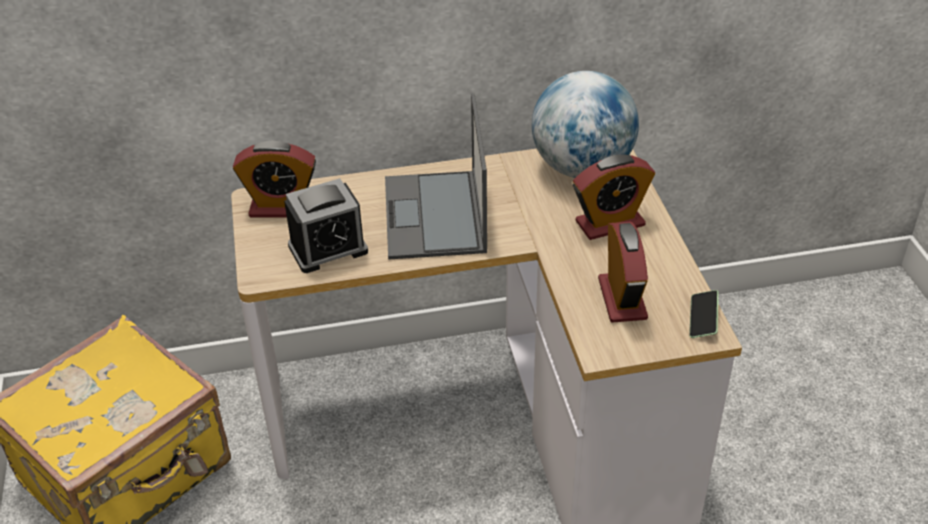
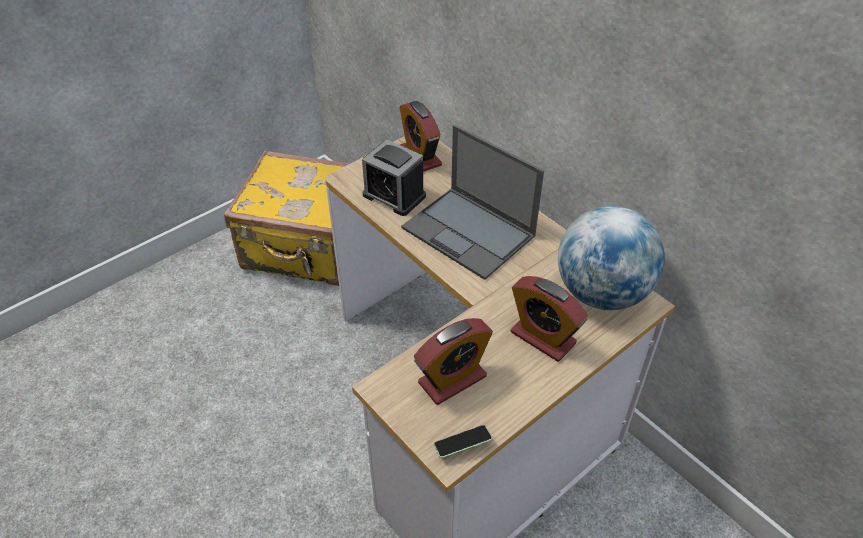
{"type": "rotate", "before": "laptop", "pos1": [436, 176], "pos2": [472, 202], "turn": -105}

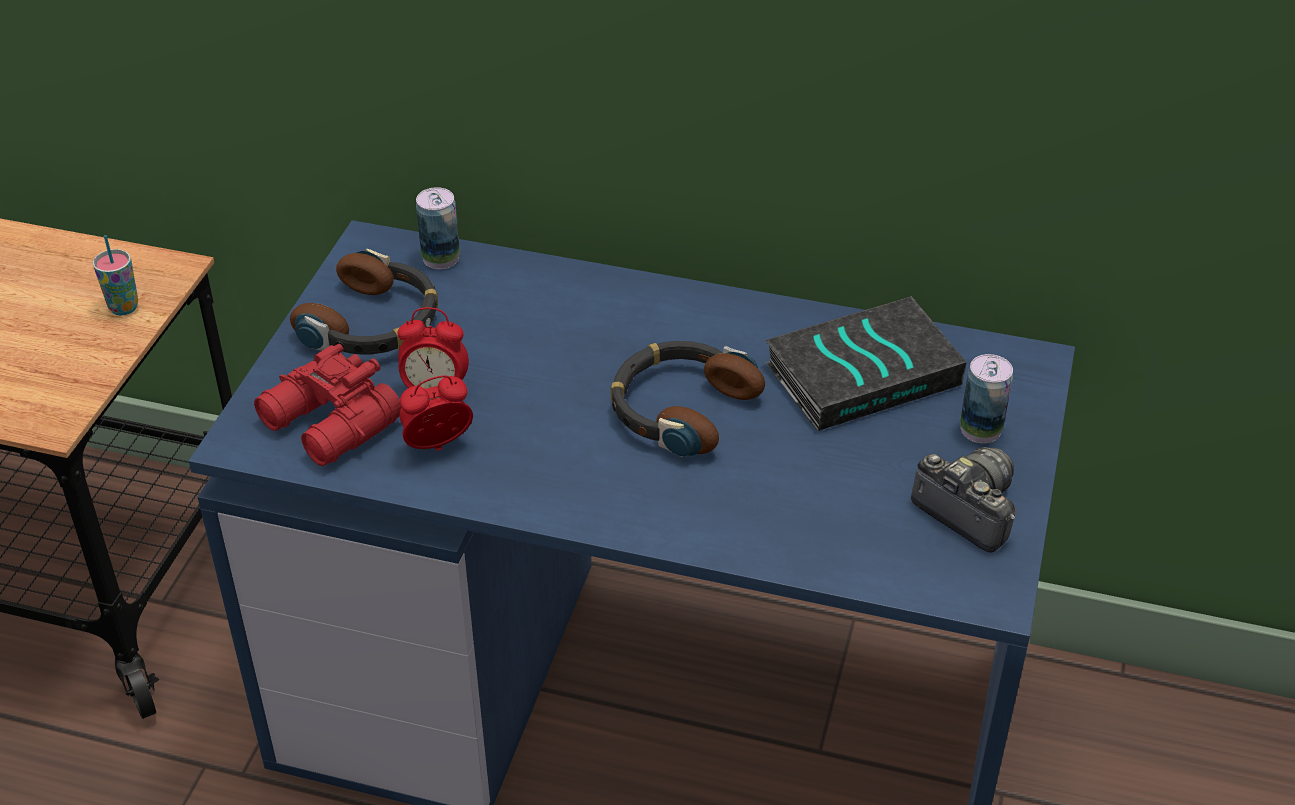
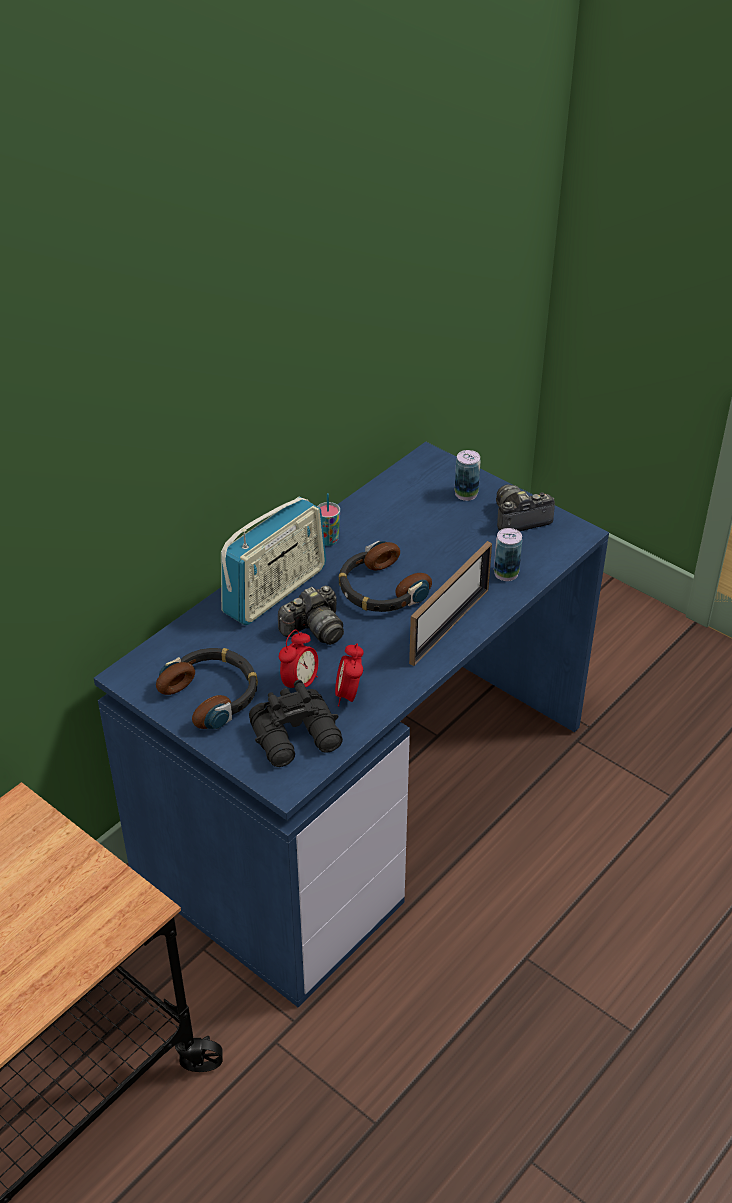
{"type": "delete", "before": "book", "pos1": [865, 363]}
{"type": "insert", "after": "radio", "pos2": [273, 561]}
{"type": "insert", "after": "photo camera", "pos2": [311, 615]}
{"type": "insert", "after": "picture frame", "pos2": [450, 603]}
{"type": "move", "before": "cup", "pos1": [115, 275], "pos2": [328, 519]}
{"type": "move", "before": "can", "pos1": [438, 228], "pos2": [508, 554]}
{"type": "recolor", "before": "red binoculars", "after": "black binoculars", "pos1": [328, 405], "pos2": [296, 723]}

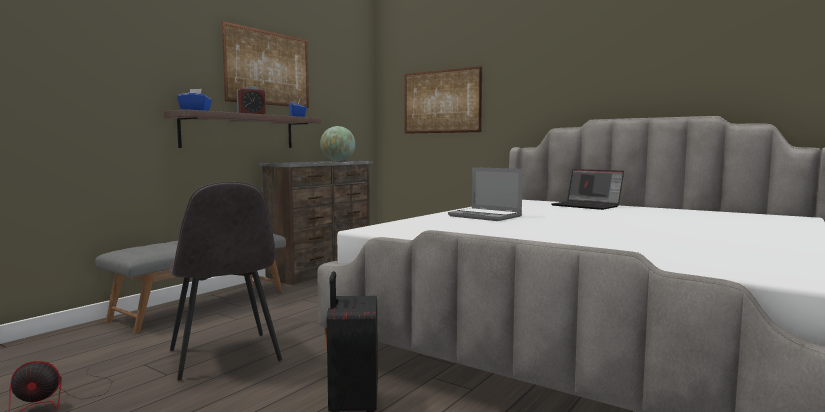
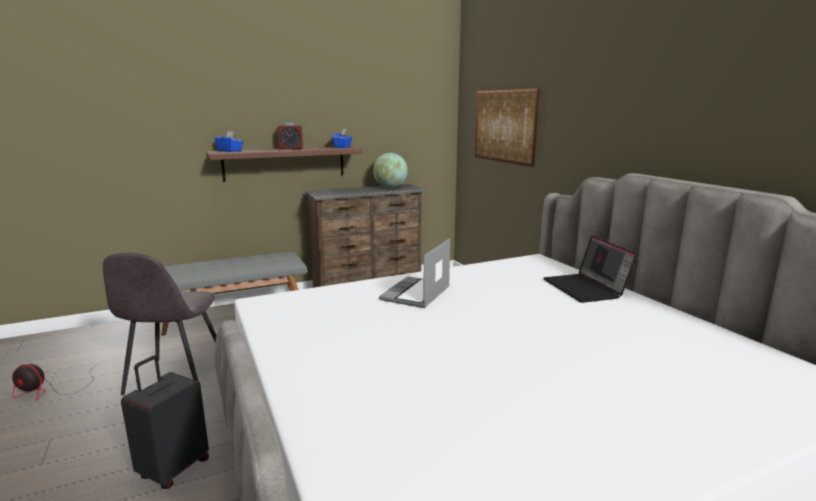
{"type": "delete", "before": "picture", "pos1": [265, 64]}
{"type": "rotate", "before": "laptop", "pos1": [485, 194], "pos2": [414, 273], "turn": 45}

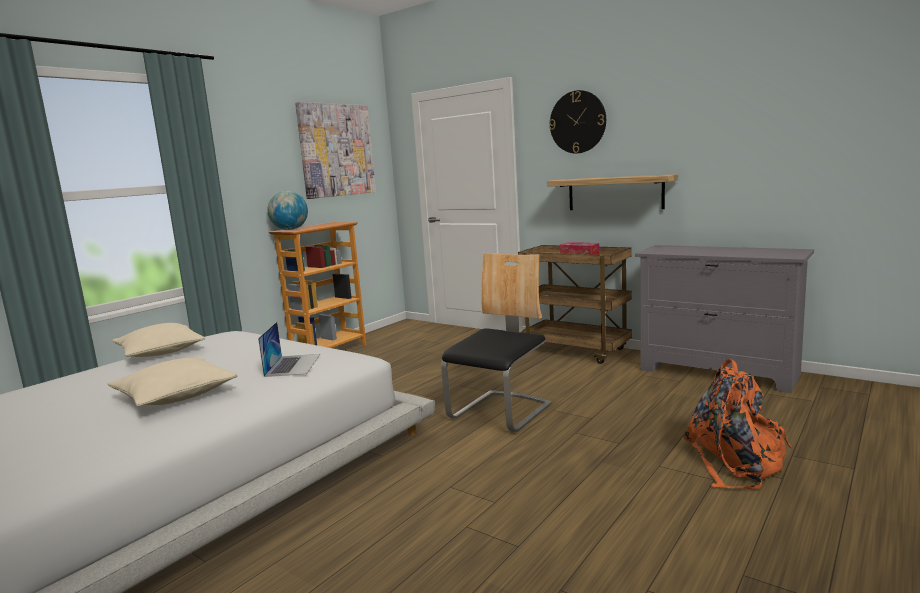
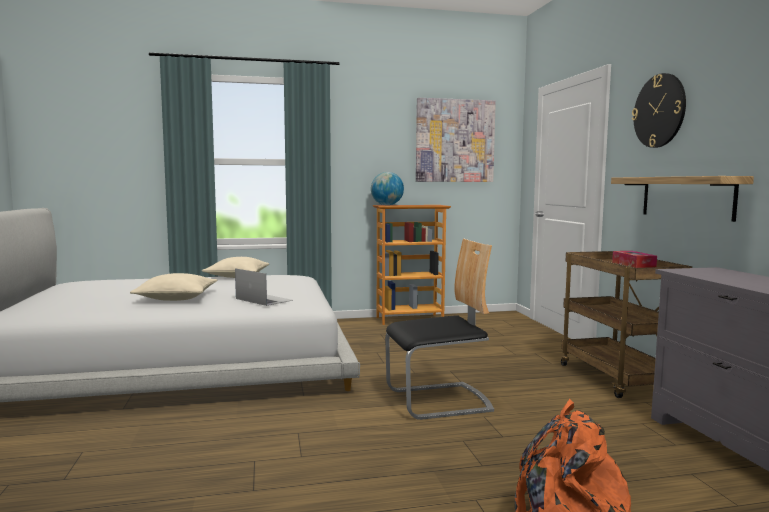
{"type": "rotate", "before": "laptop", "pos1": [289, 349], "pos2": [264, 287], "turn": -90}

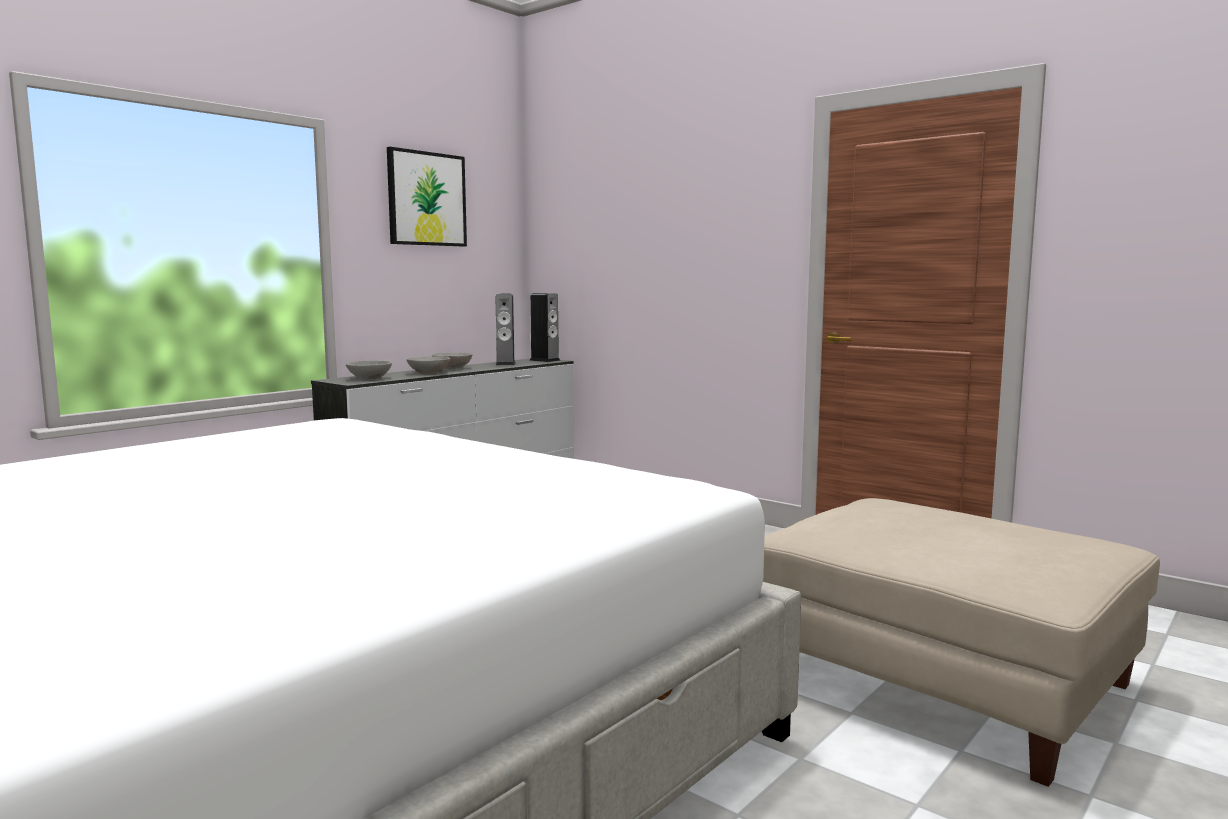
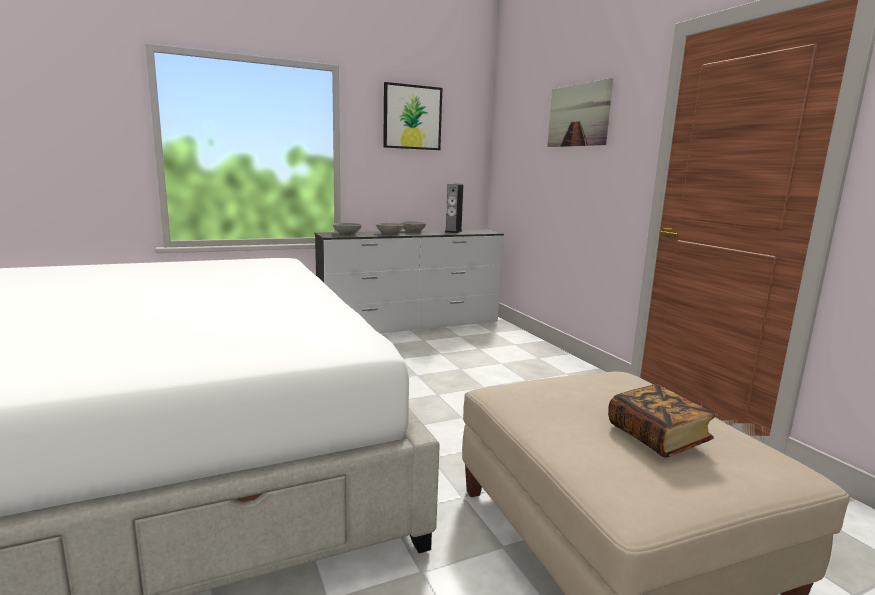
{"type": "delete", "before": "speaker", "pos1": [545, 327]}
{"type": "insert", "after": "picture", "pos2": [580, 112]}
{"type": "insert", "after": "book", "pos2": [662, 420]}

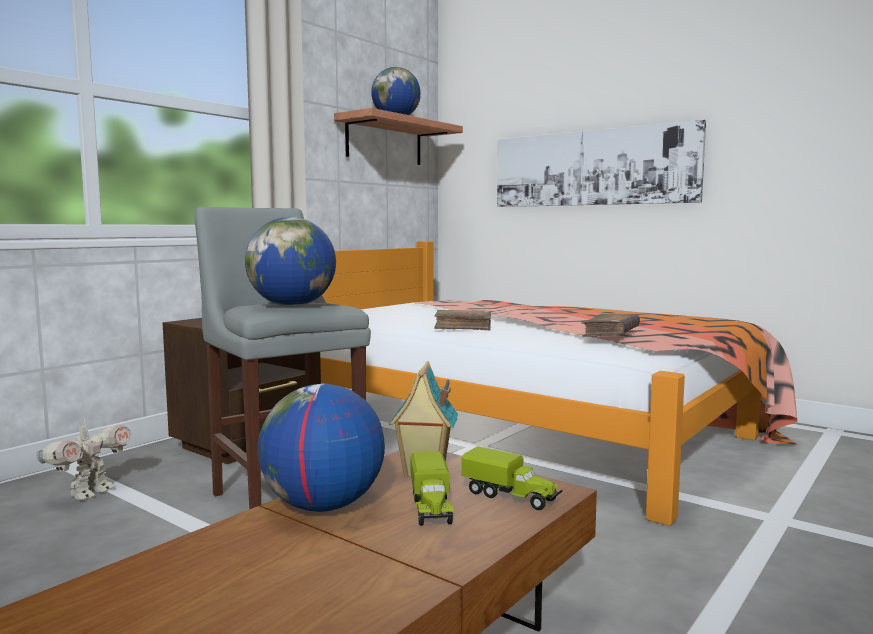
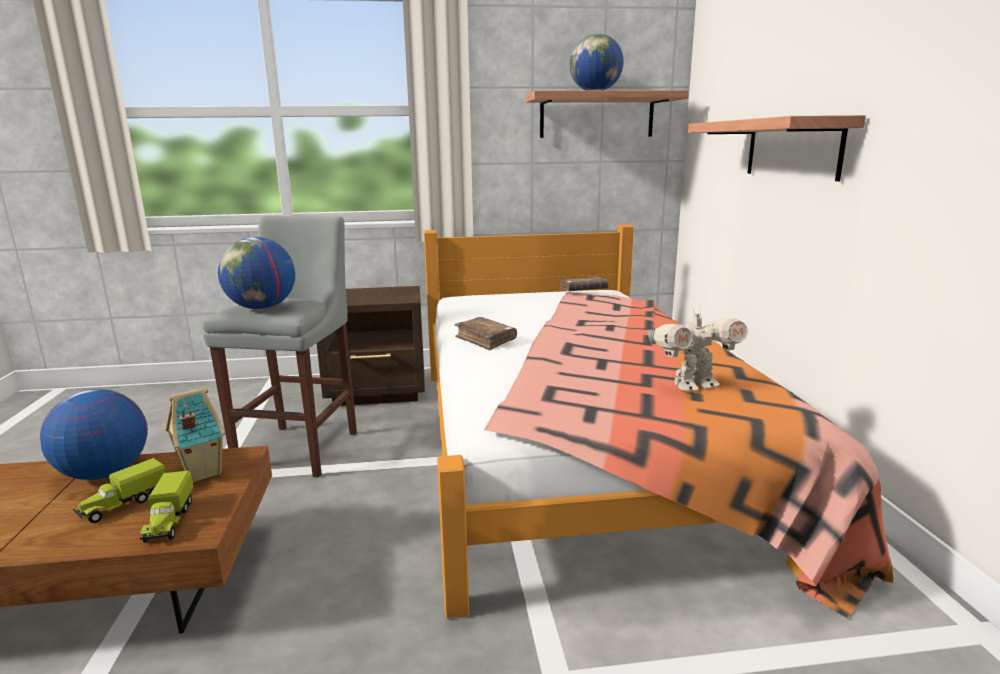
{"type": "move", "before": "toy robot", "pos1": [84, 459], "pos2": [698, 348]}
{"type": "move", "before": "brown book", "pos1": [610, 325], "pos2": [583, 283]}
{"type": "replace", "before": "picture", "after": "shelf", "pos1": [601, 163], "pos2": [777, 148]}

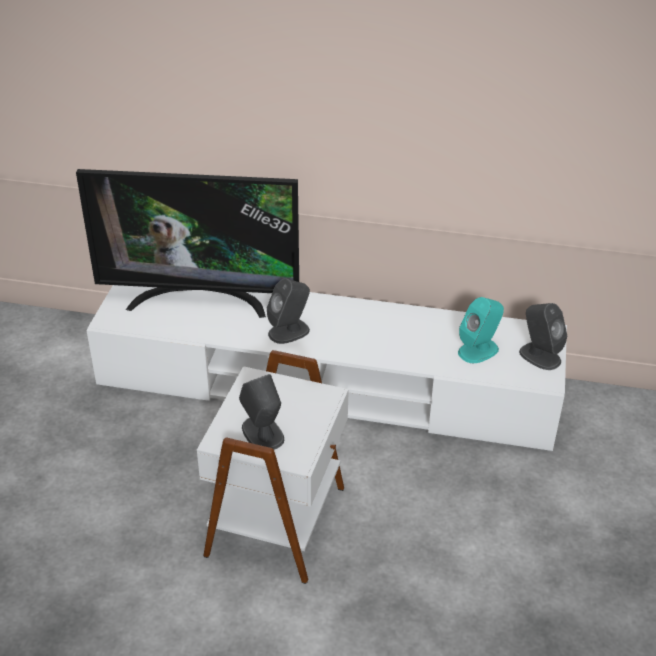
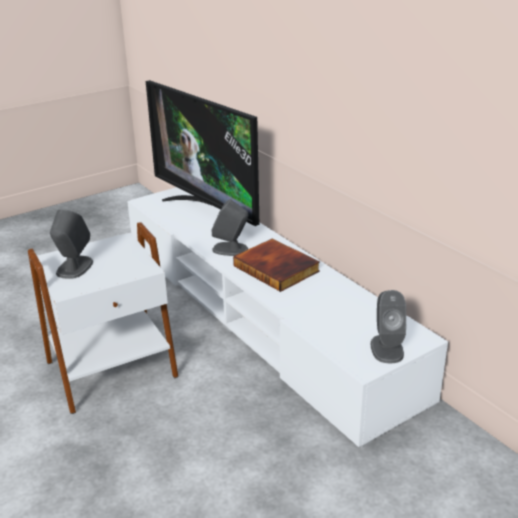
{"type": "delete", "before": "turquoise speaker", "pos1": [481, 330]}
{"type": "insert", "after": "book", "pos2": [276, 265]}

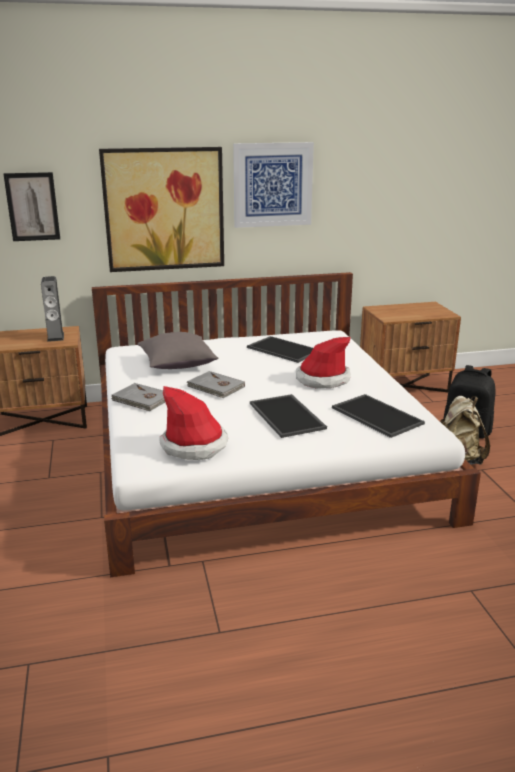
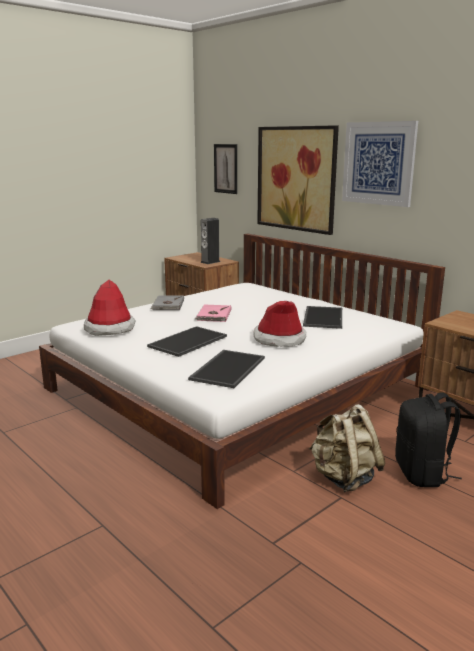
{"type": "delete", "before": "grey pillow", "pos1": [177, 350]}
{"type": "recolor", "before": "grey book", "after": "pink book", "pos1": [216, 384], "pos2": [213, 313]}

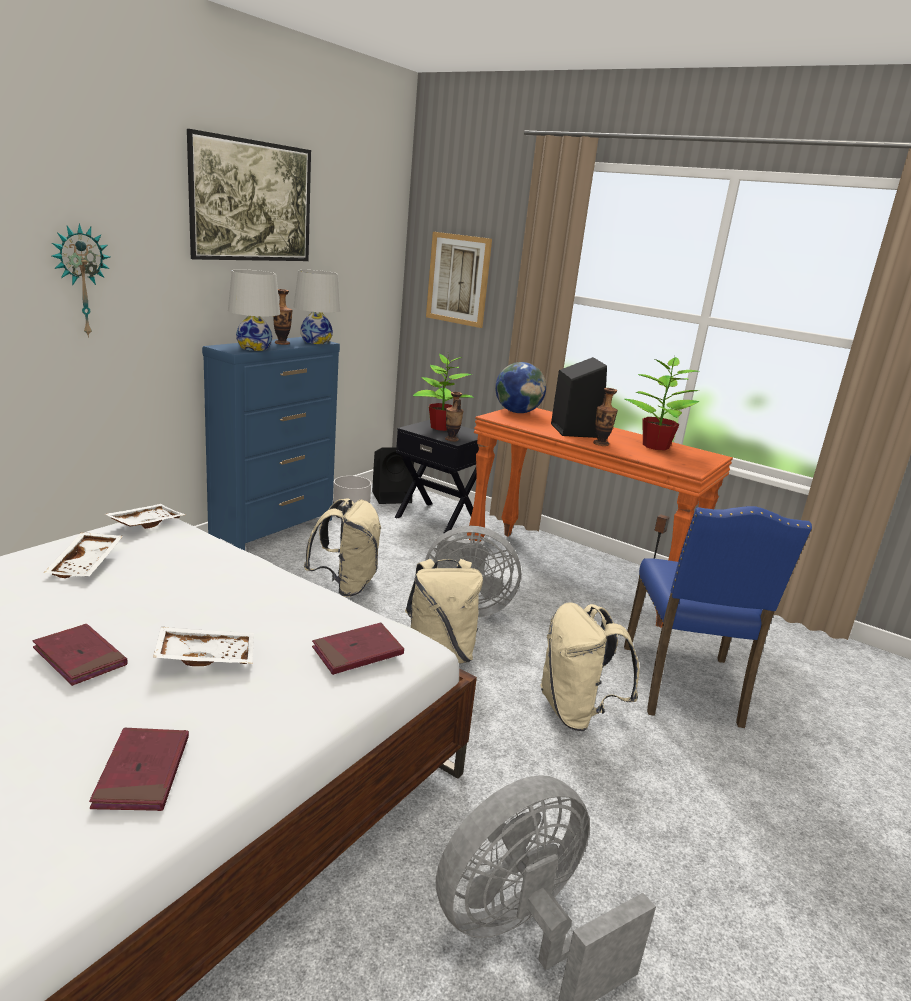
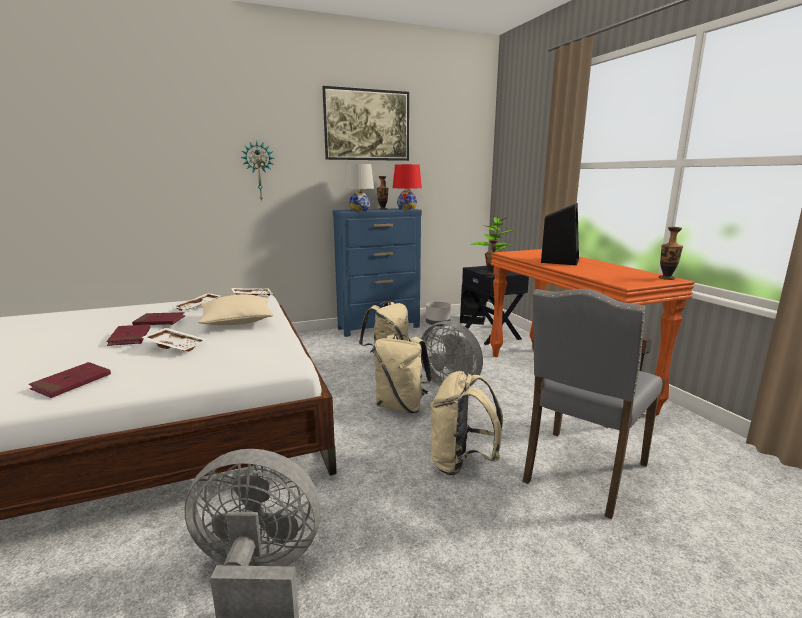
{"type": "delete", "before": "picture", "pos1": [459, 280]}
{"type": "delete", "before": "globe", "pos1": [520, 387]}
{"type": "delete", "before": "potted plant", "pos1": [662, 403]}
{"type": "insert", "after": "beige pillow", "pos2": [236, 309]}
{"type": "move", "before": "red book", "pos1": [358, 649], "pos2": [158, 318]}
{"type": "move", "before": "vase", "pos1": [605, 417], "pos2": [671, 253]}
{"type": "recolor", "before": "white table lamp", "after": "red table lamp", "pos1": [317, 307], "pos2": [407, 187]}
{"type": "recolor", "before": "blue chair", "after": "grey chair", "pos1": [718, 617], "pos2": [592, 404]}

